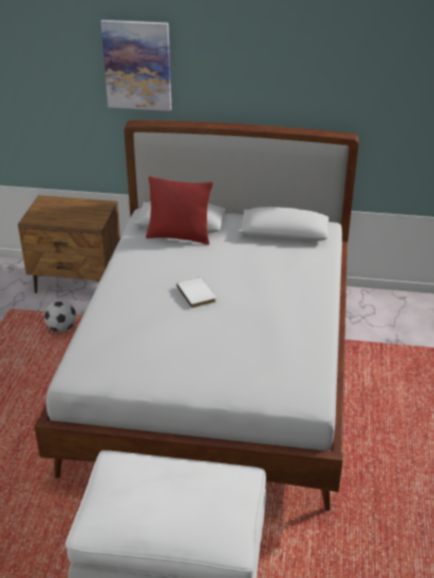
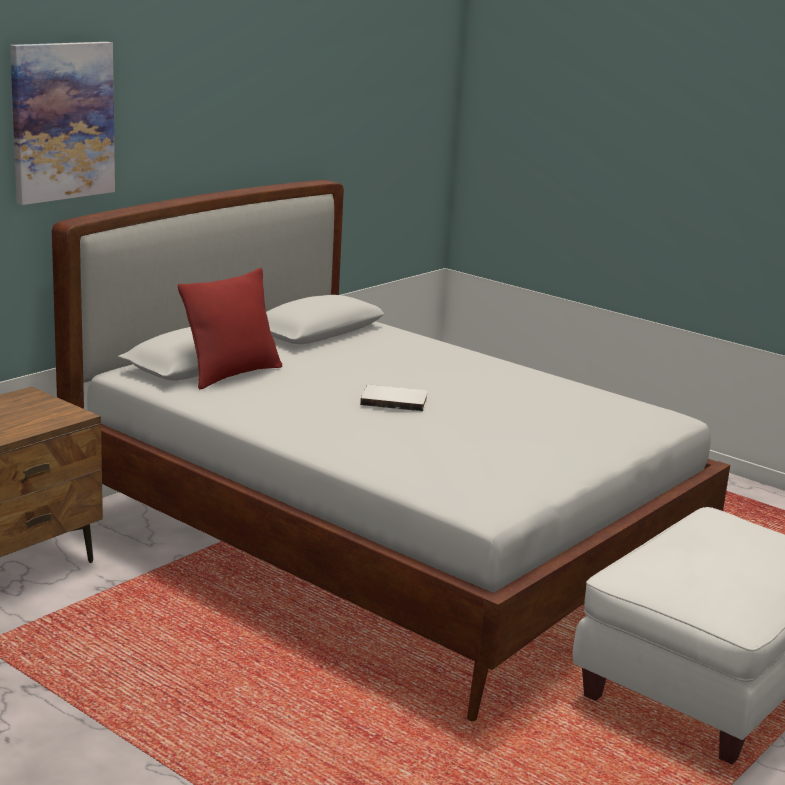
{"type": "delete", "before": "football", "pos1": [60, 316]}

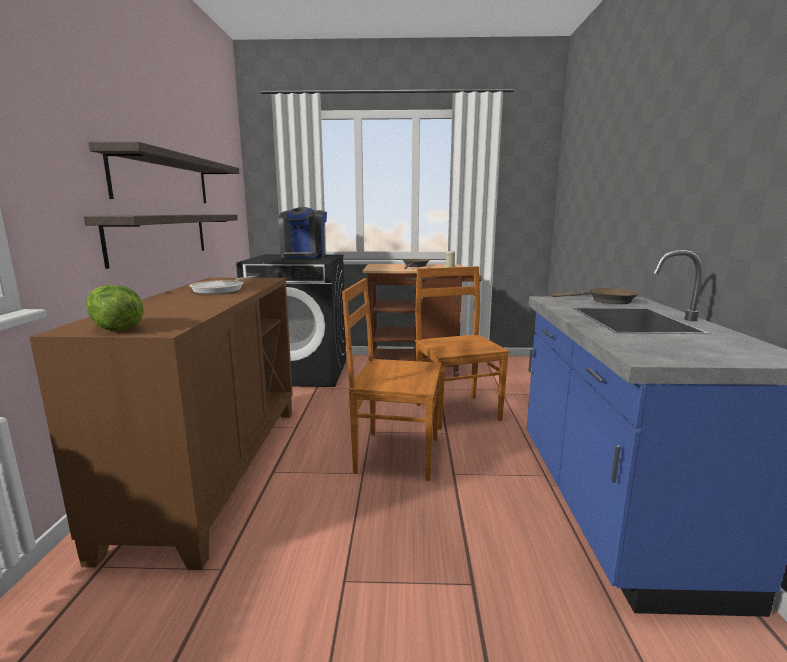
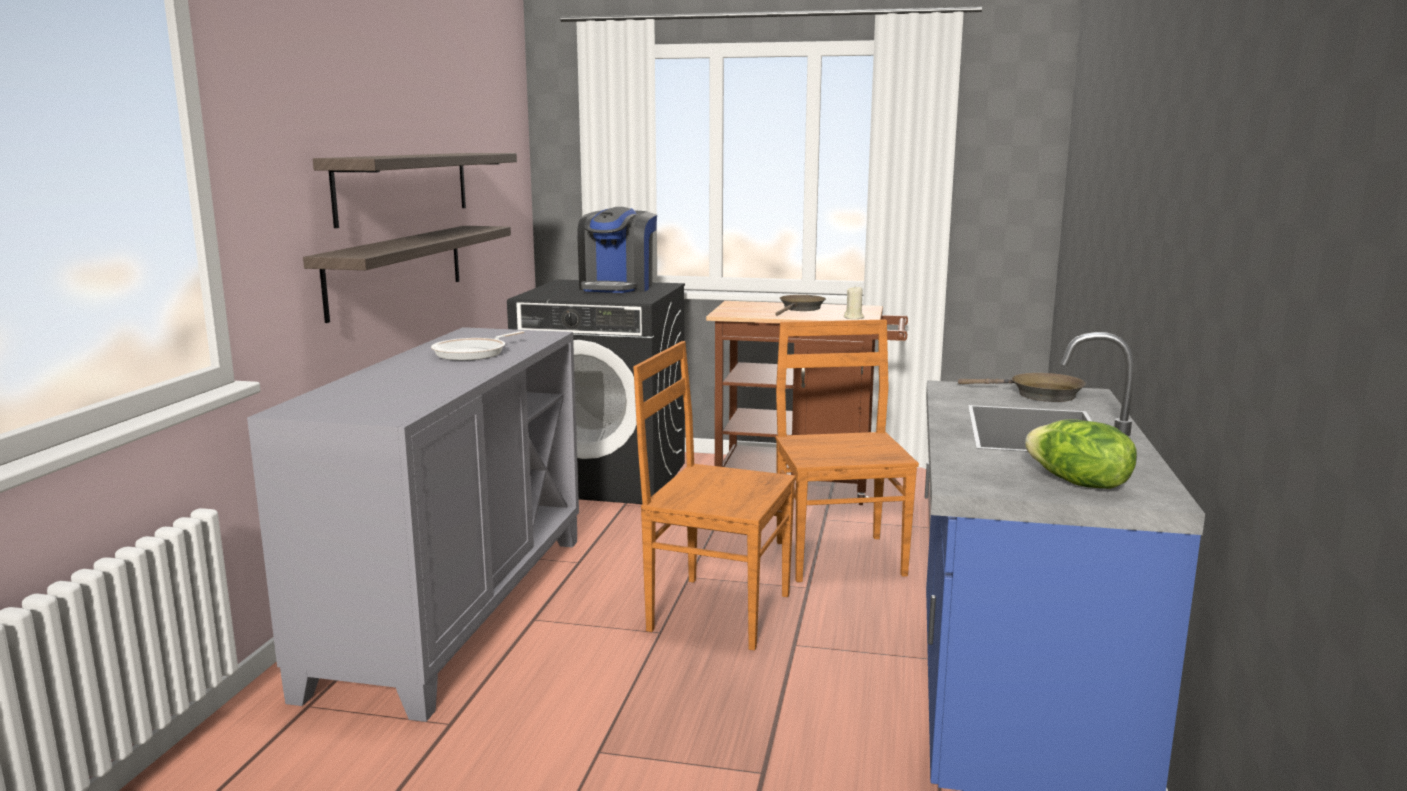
{"type": "move", "before": "lettuce", "pos1": [115, 308], "pos2": [1081, 454]}
{"type": "recolor", "before": "brown cabinet", "after": "grey cabinet", "pos1": [161, 424], "pos2": [413, 524]}

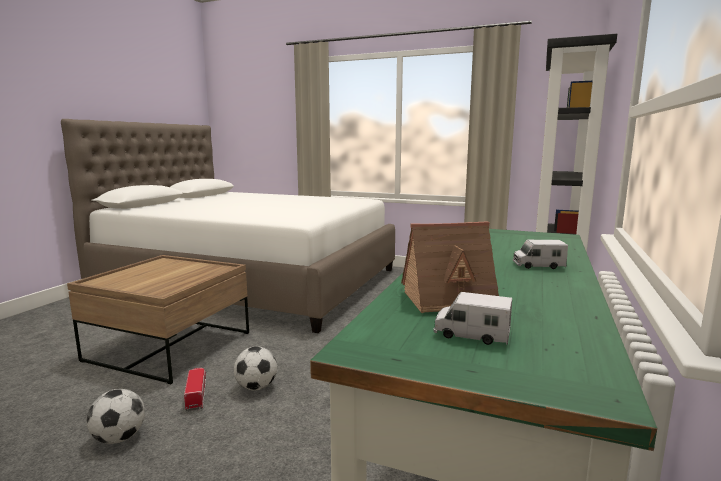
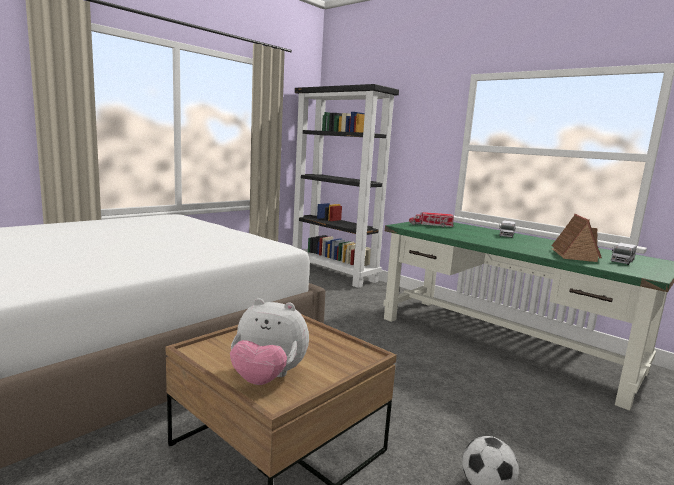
{"type": "delete", "before": "football", "pos1": [255, 368]}
{"type": "insert", "after": "plush toy", "pos2": [269, 341]}
{"type": "move", "before": "toy truck", "pos1": [195, 389], "pos2": [431, 219]}

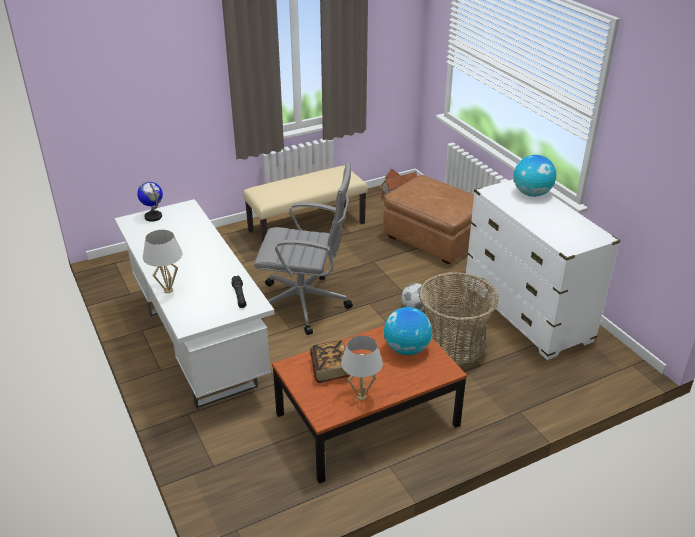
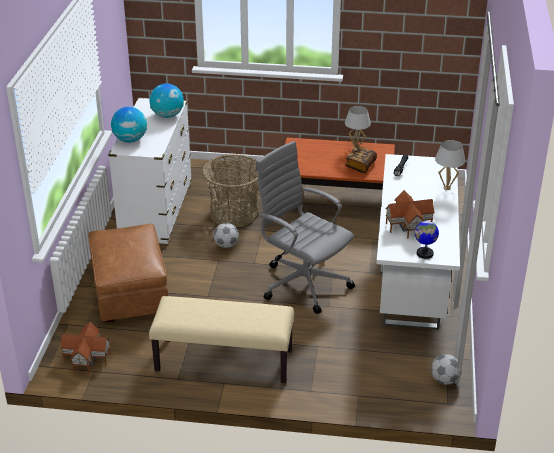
{"type": "insert", "after": "toy house", "pos2": [410, 214]}
{"type": "insert", "after": "football", "pos2": [446, 369]}
{"type": "move", "before": "globe", "pos1": [408, 331], "pos2": [166, 100]}

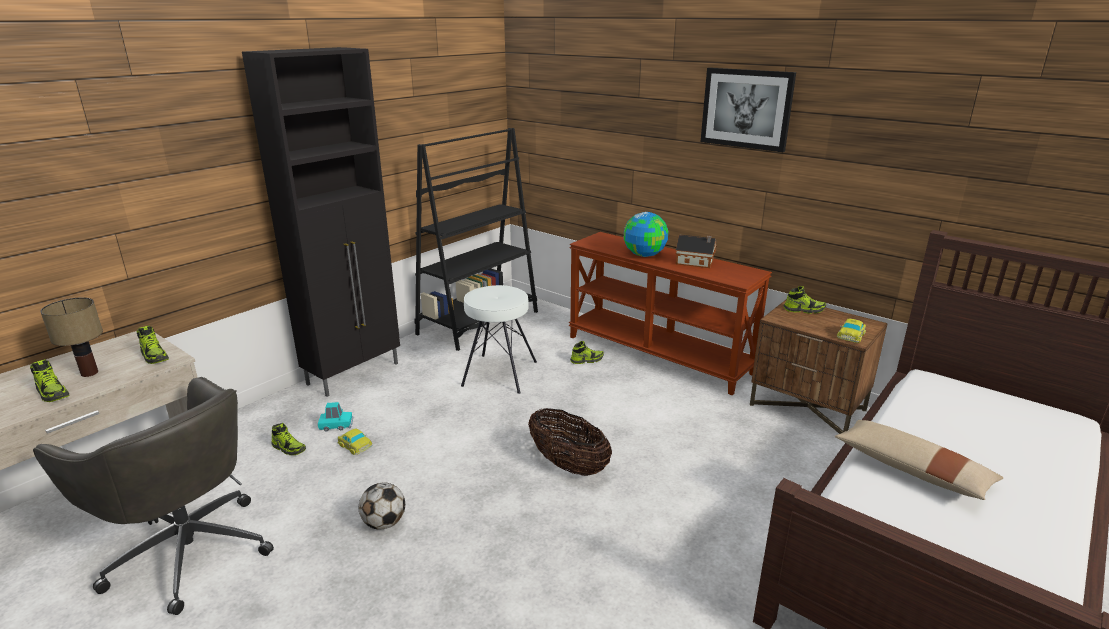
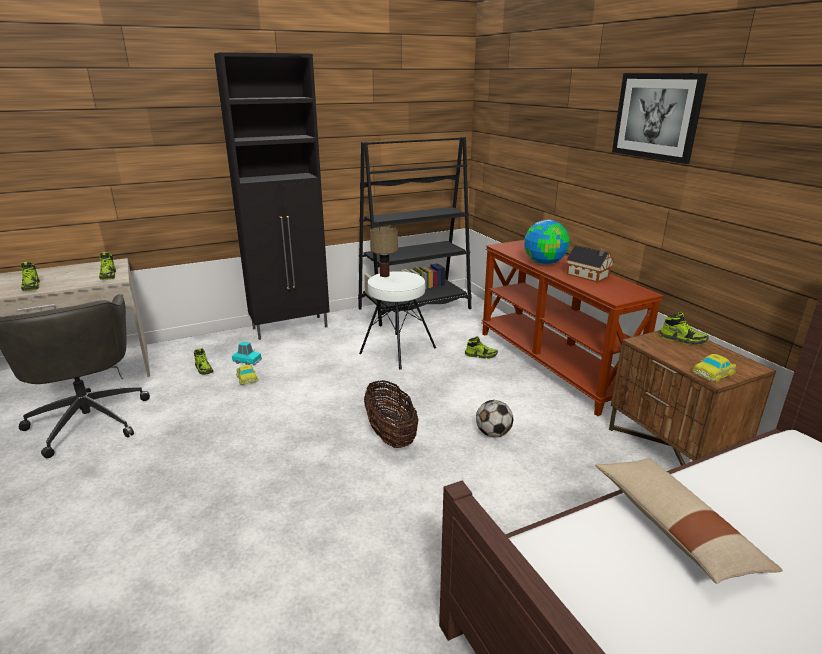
{"type": "move", "before": "table lamp", "pos1": [71, 337], "pos2": [384, 251]}
{"type": "move", "before": "football", "pos1": [382, 506], "pos2": [494, 418]}

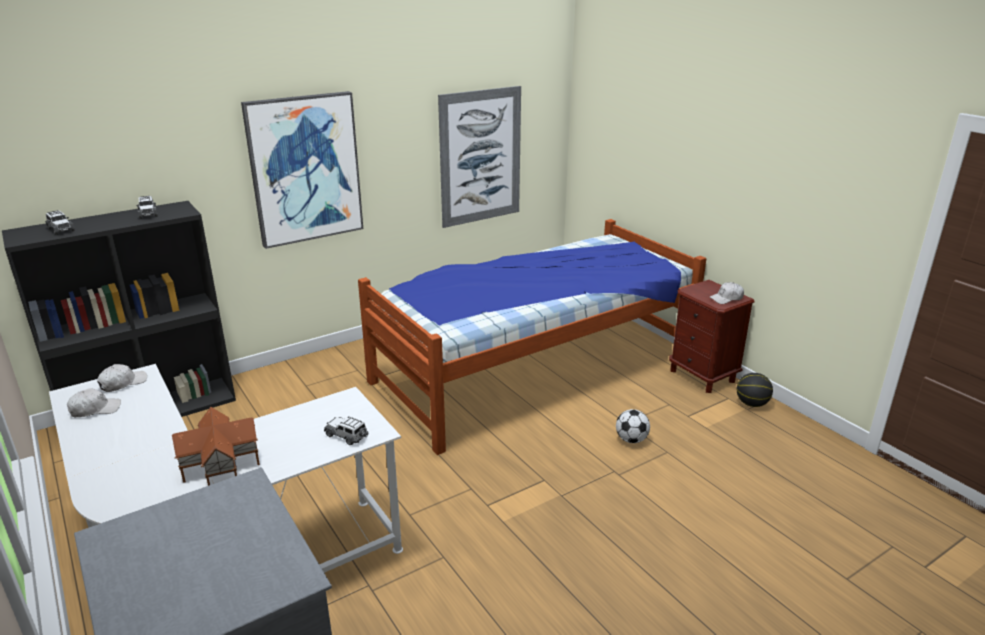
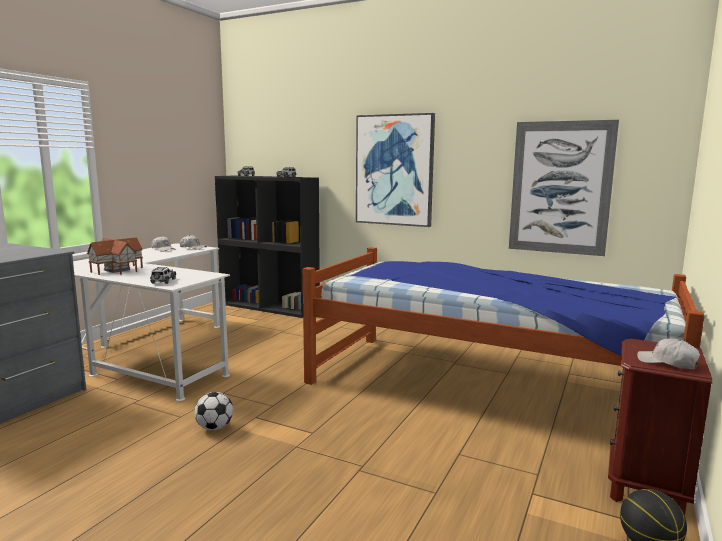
{"type": "move", "before": "football", "pos1": [633, 426], "pos2": [213, 411]}

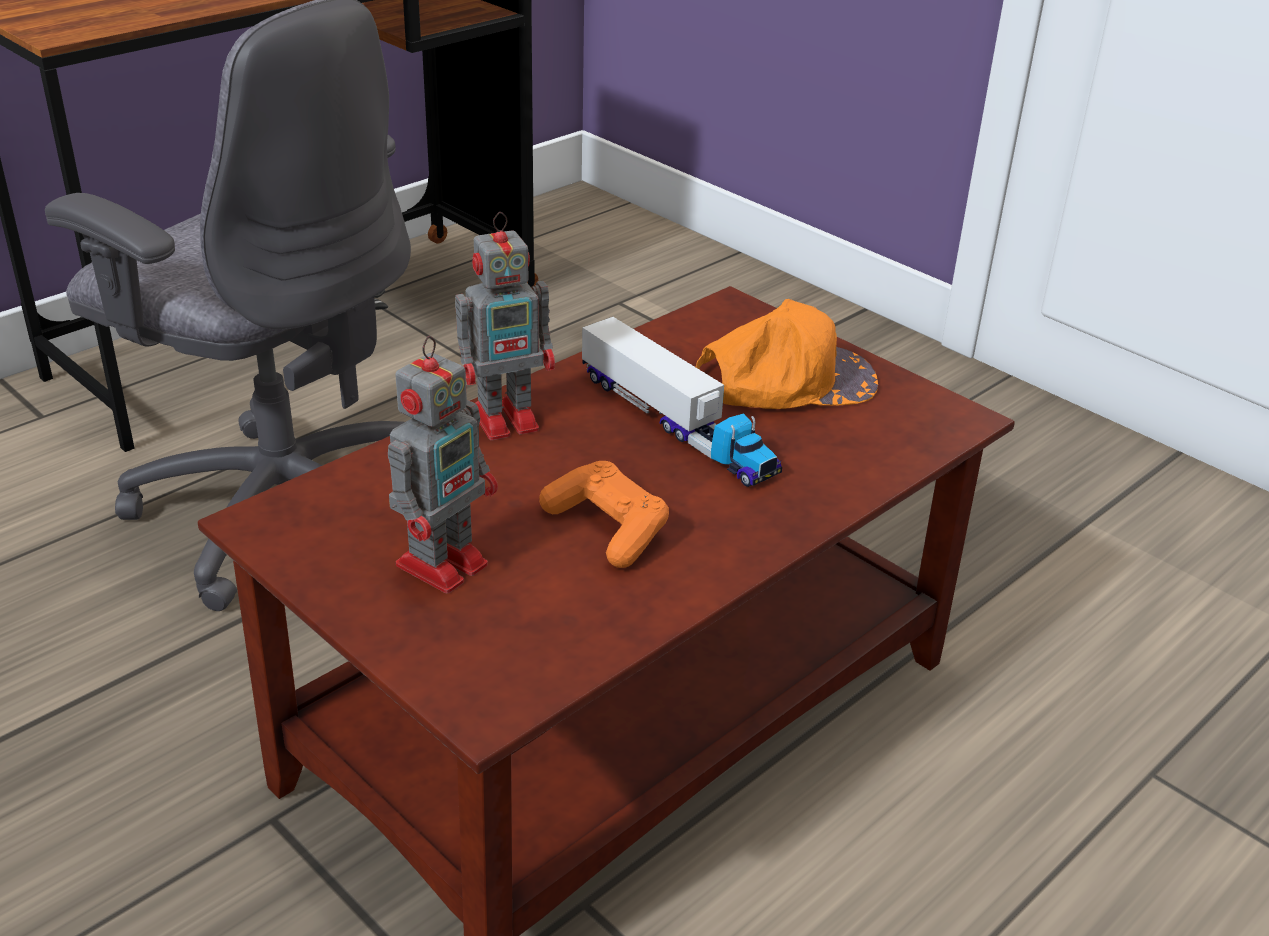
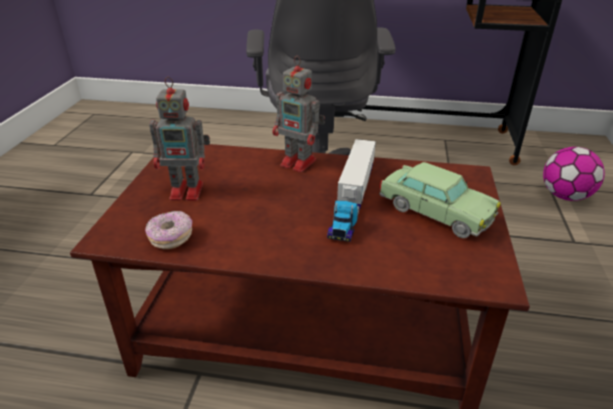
{"type": "delete", "before": "orange game controller", "pos1": [604, 514]}
{"type": "insert", "after": "donut", "pos2": [168, 230]}
{"type": "insert", "after": "football", "pos2": [574, 174]}
{"type": "replace", "before": "orange cap", "after": "toy car", "pos1": [787, 354], "pos2": [440, 200]}

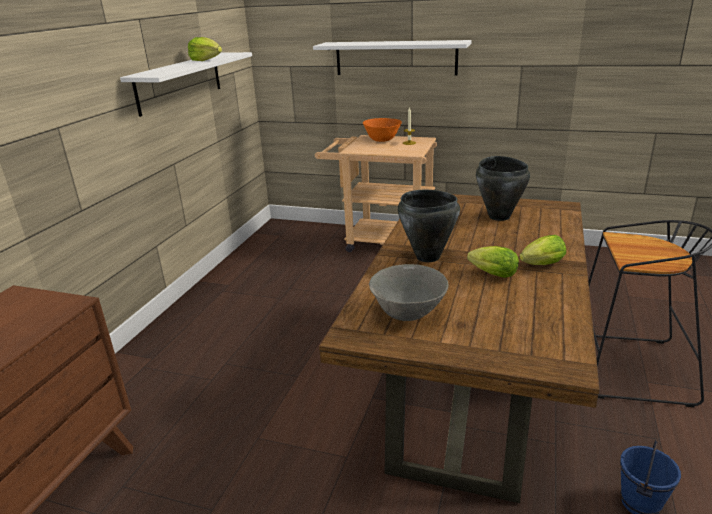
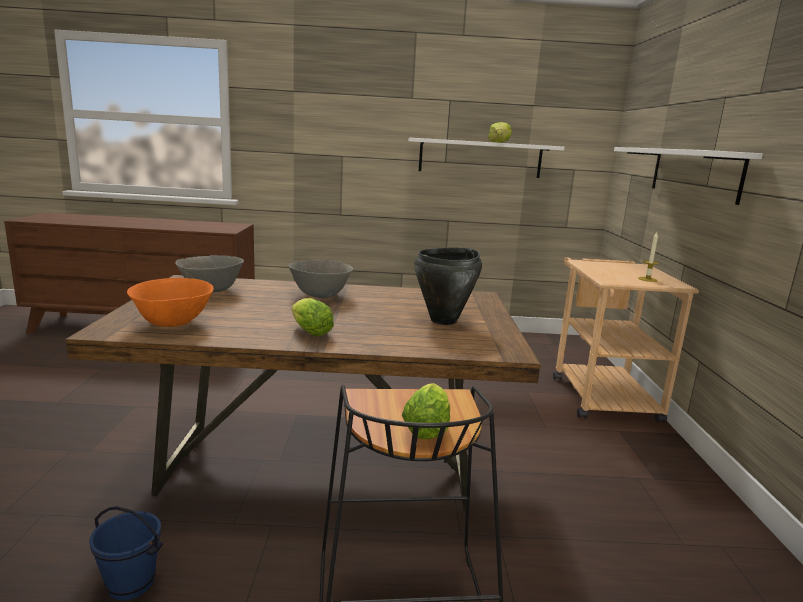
{"type": "move", "before": "orange bowl", "pos1": [382, 130], "pos2": [170, 302]}
{"type": "move", "before": "lettuce", "pos1": [493, 262], "pos2": [426, 411]}
{"type": "replace", "before": "black cooking pot", "after": "grey bowl", "pos1": [429, 226], "pos2": [320, 278]}

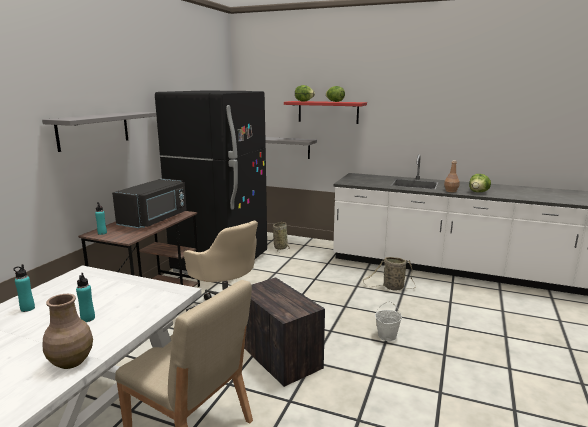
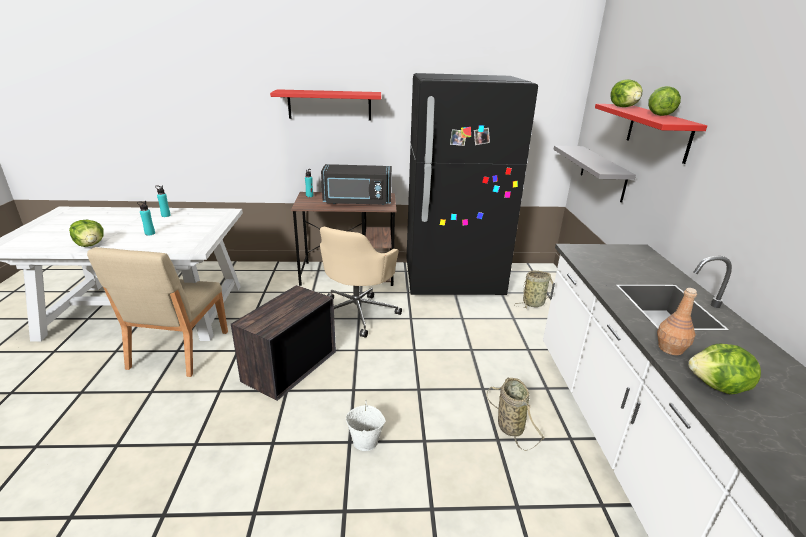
{"type": "replace", "before": "brown vase", "after": "lettuce", "pos1": [67, 331], "pos2": [86, 233]}
{"type": "recolor", "before": "grey shelf", "after": "red shelf", "pos1": [99, 132], "pos2": [325, 104]}

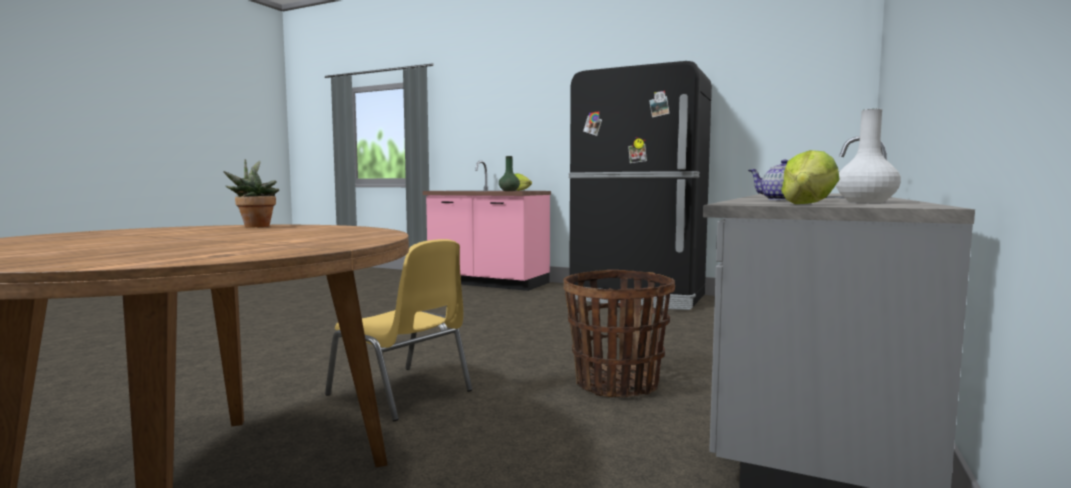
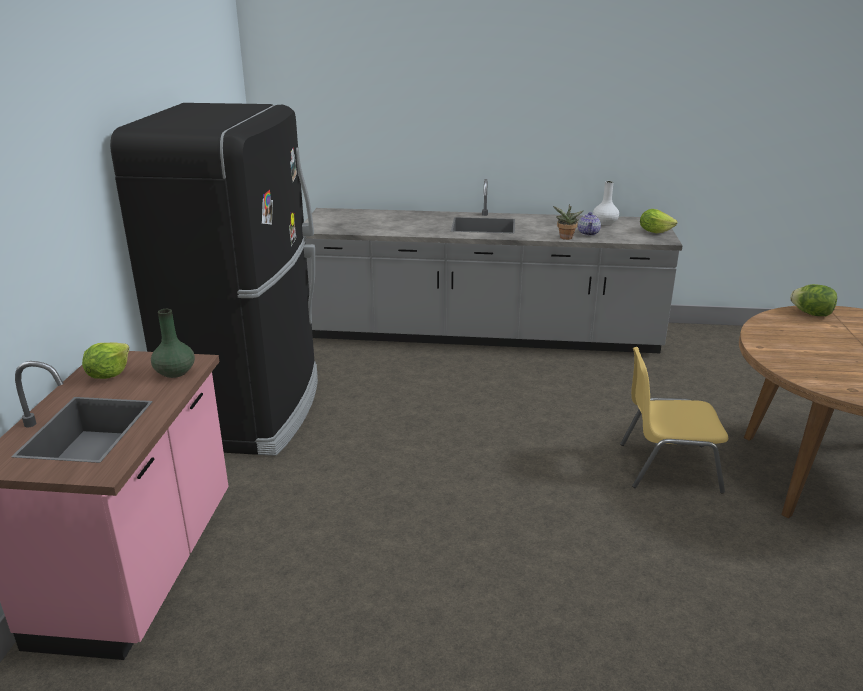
{"type": "delete", "before": "basket", "pos1": [619, 333]}
{"type": "insert", "after": "lettuce", "pos2": [813, 300]}
{"type": "move", "before": "potted plant", "pos1": [251, 193], "pos2": [568, 222]}
{"type": "rotate", "before": "yellow chair", "pos1": [398, 330], "pos2": [674, 420], "turn": -105}

